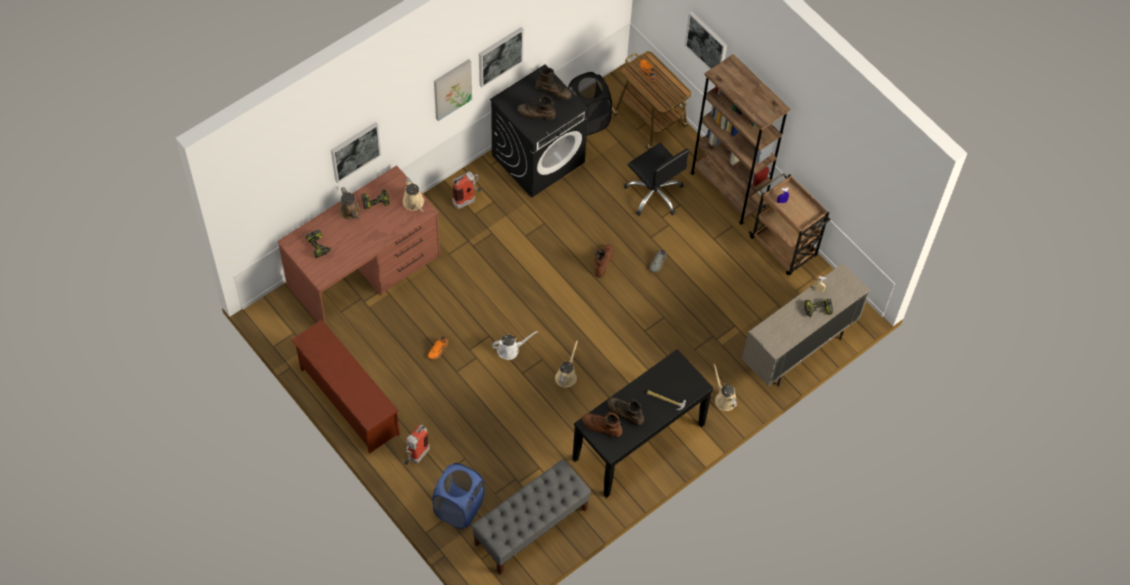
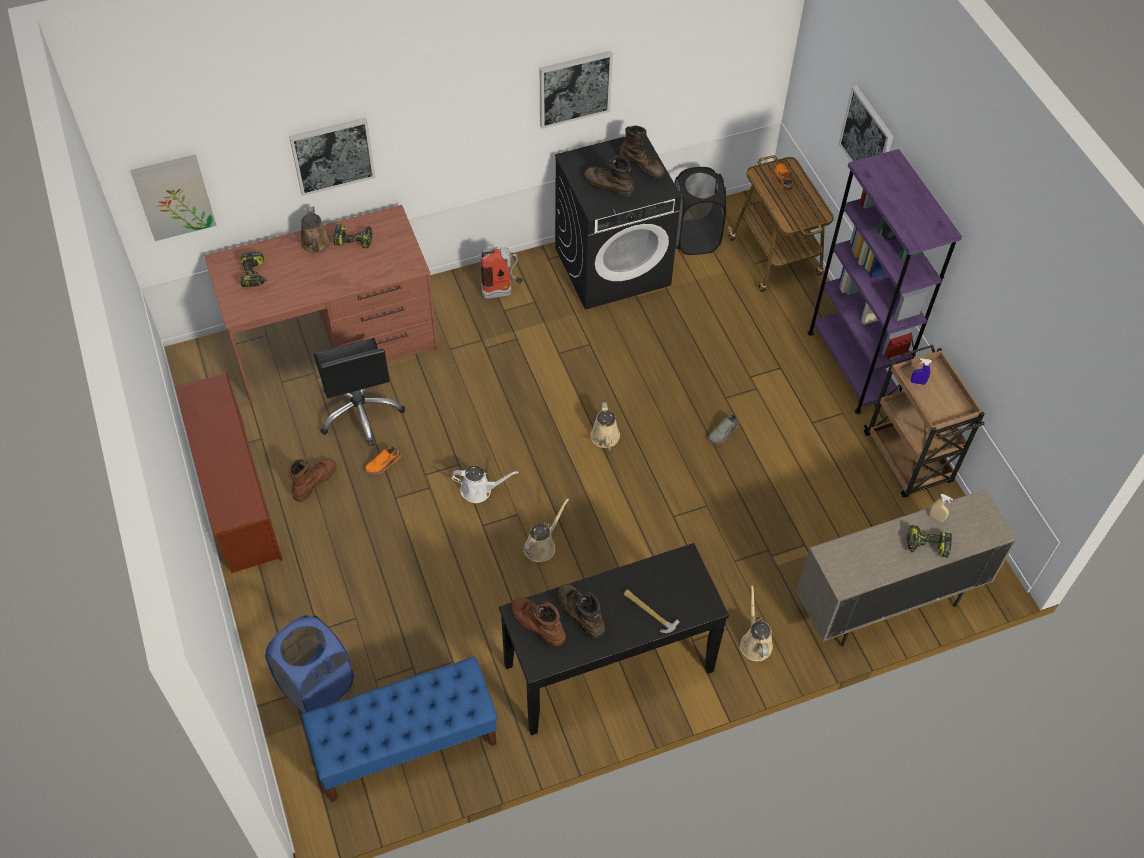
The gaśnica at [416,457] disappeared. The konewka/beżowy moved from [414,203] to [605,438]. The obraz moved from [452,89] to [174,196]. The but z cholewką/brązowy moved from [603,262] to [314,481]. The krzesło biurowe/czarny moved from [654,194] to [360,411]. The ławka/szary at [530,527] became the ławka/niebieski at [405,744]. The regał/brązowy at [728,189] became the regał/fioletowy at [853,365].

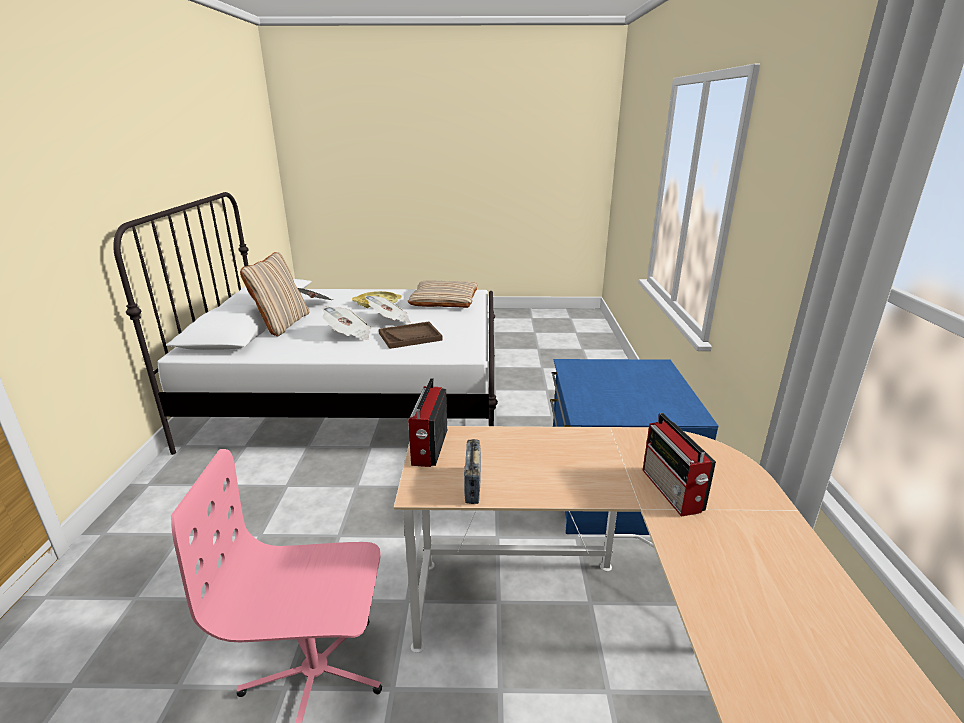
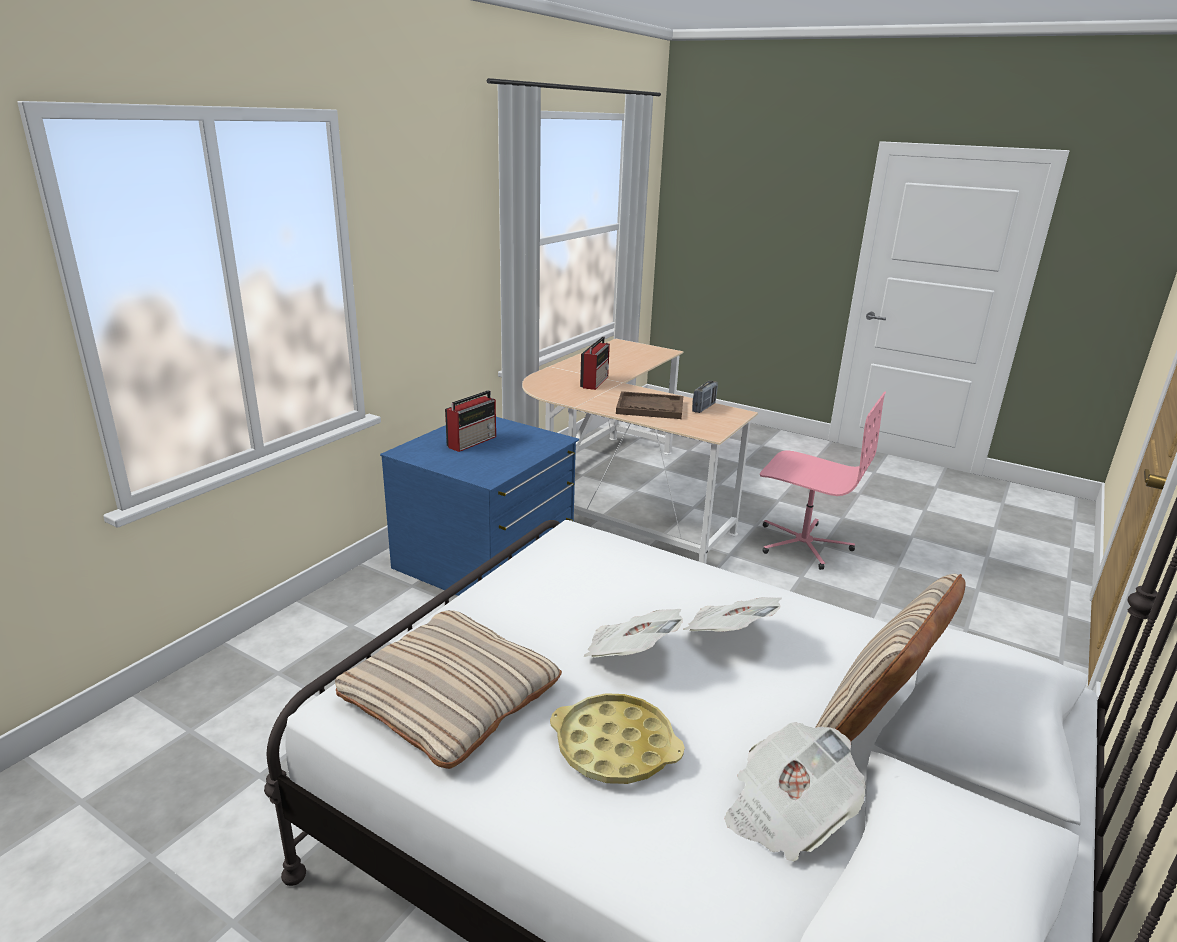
The taca/brązowy moved from [410,336] to [649,407]. The radio moved from [429,448] to [473,441].

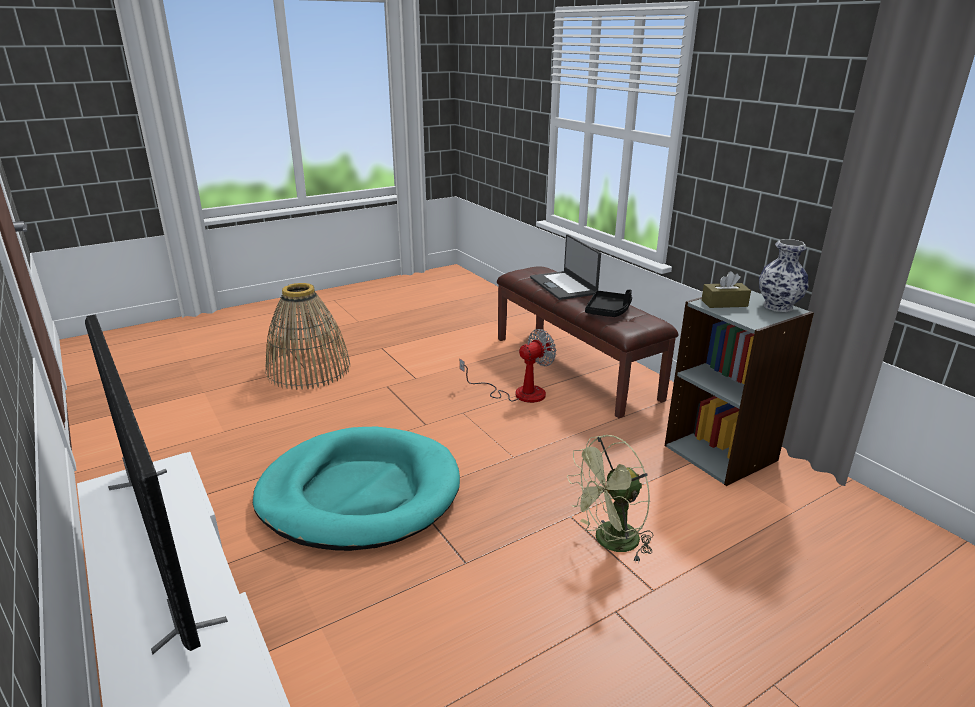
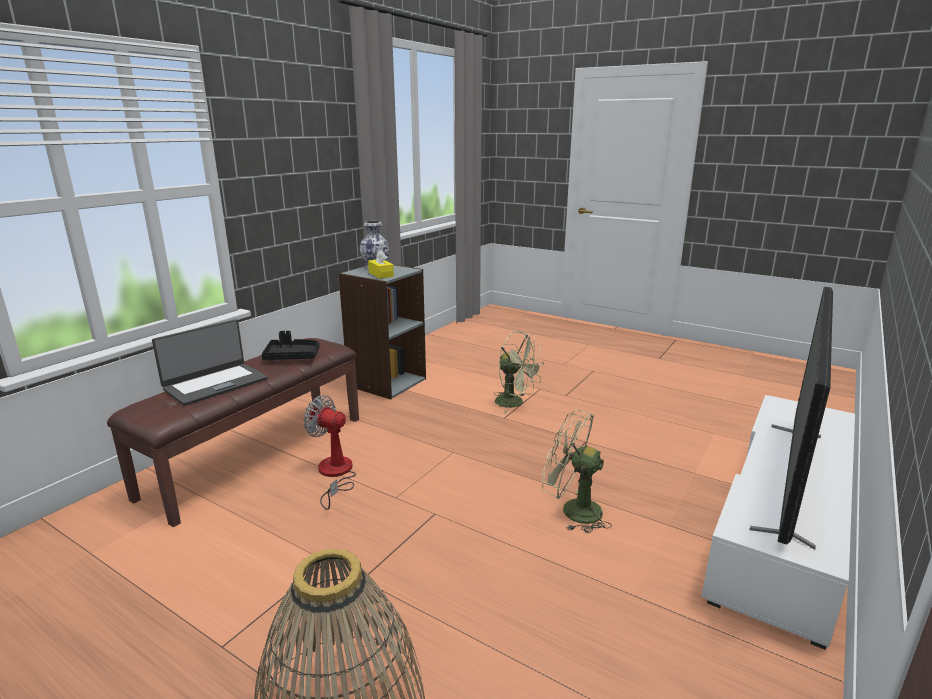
The legowisko/turkusowy at [359,493] was replaced by the wentylator/zielony at [572,510]. The pudełko chusteczek/brązowy at [724,303] became the pudełko chusteczek/żółty at [381,274].

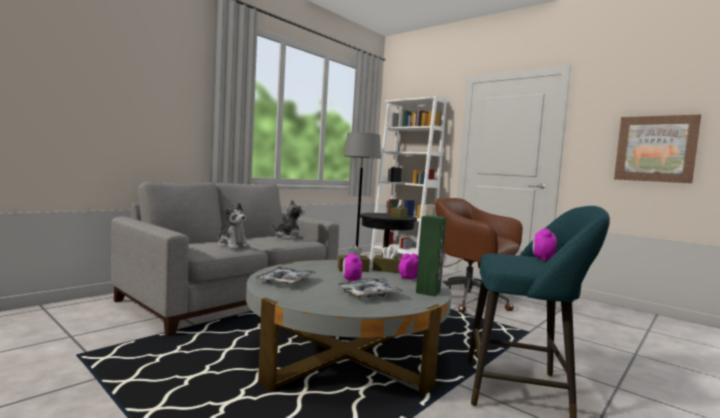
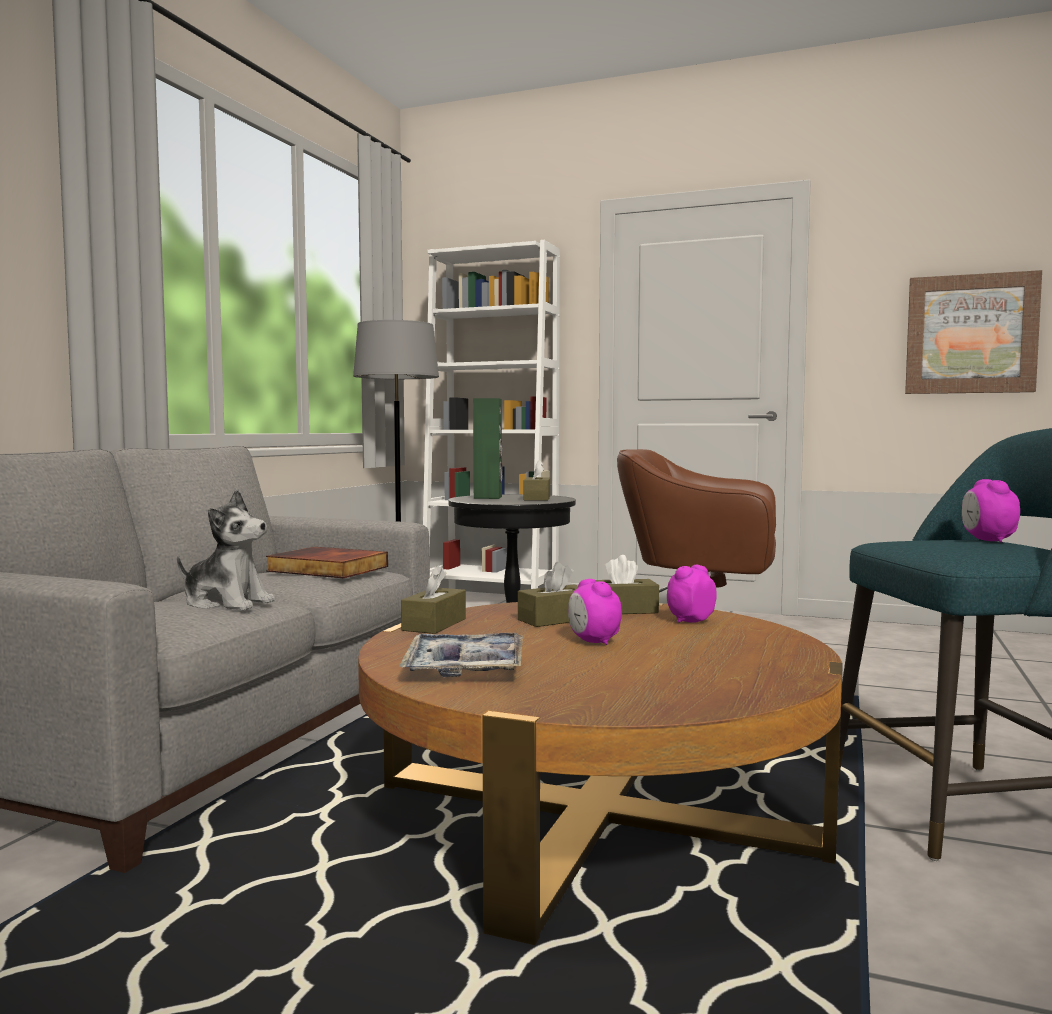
The taca at [368,294] disappeared. The pudełko chusteczek/brązowy at [434,624] appeared. The głośnik/zielony moved from [428,292] to [488,497]. The pluszak at [288,237] was replaced by the książka at [326,569]. The ława/szary at [345,354] became the ława/brązowy at [594,816].

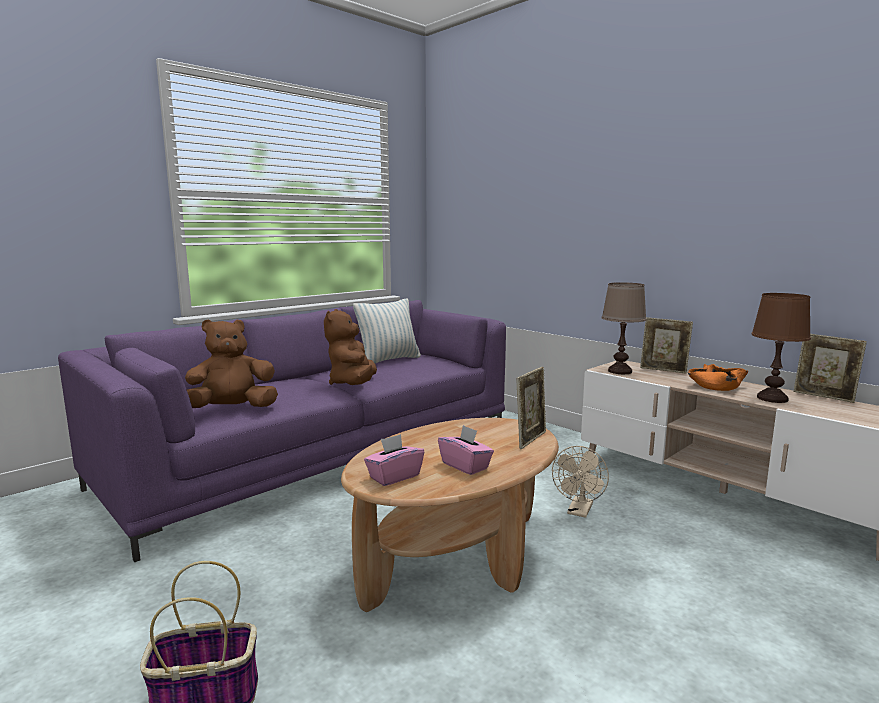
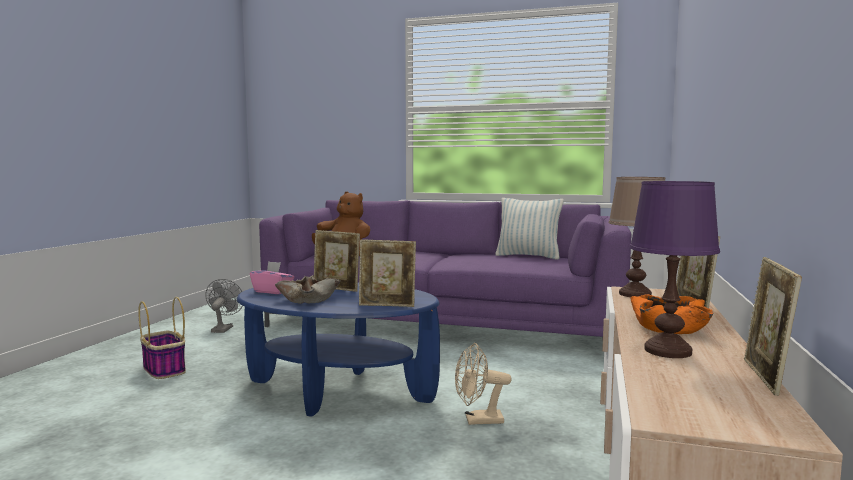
The pluszak/brązowy at [353,384] disappeared. The wentylator/szary at [223,328] appeared. The ramka na zdjęcie at [336,289] appeared. The pudełko chusteczek/różowy at [465,466] was replaced by the miska/beżowy at [308,299]. The ława/brązowy at [456,559] became the ława/niebieski at [338,391]. The lampa stołowa/brązowy at [772,399] became the lampa stołowa/fioletowy at [667,351].

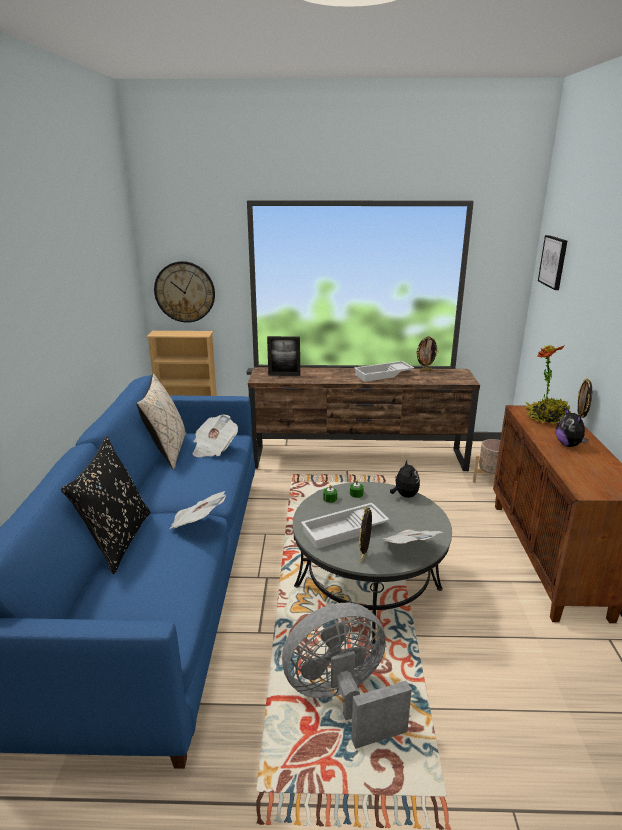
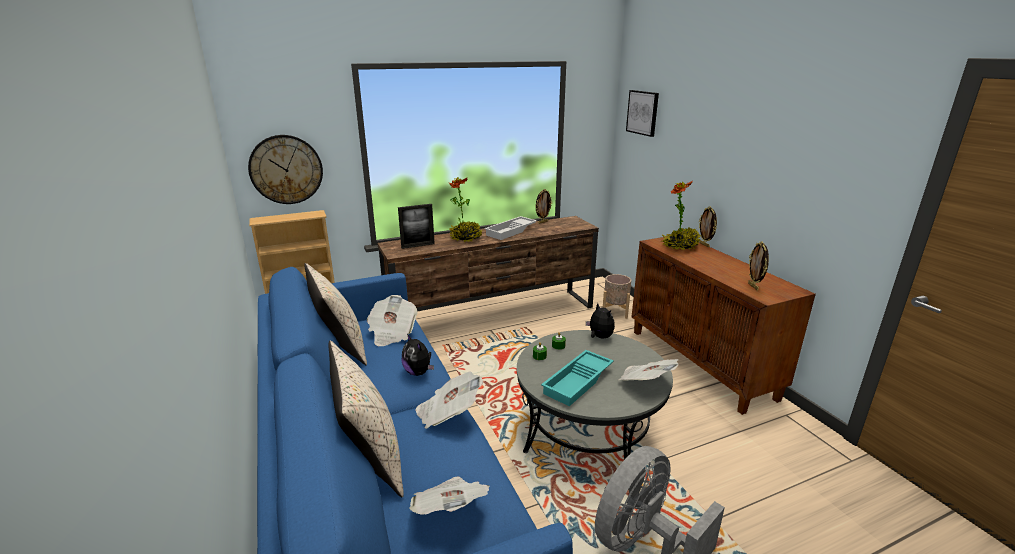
The gazeta at [450,510] appeared. The roślina doniczkowa at [465,238] appeared. The ramka na zdjęcie moved from [364,557] to [753,287]. The pluszak moved from [569,445] to [418,372]. The poduszka/czarny at [117,541] became the poduszka/beżowy at [371,459]. The taca/biały at [344,530] became the taca/turkusowy at [578,382].

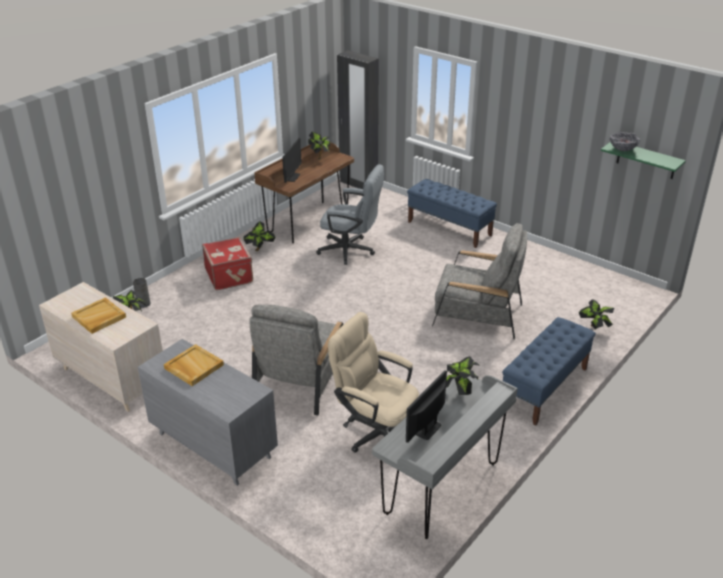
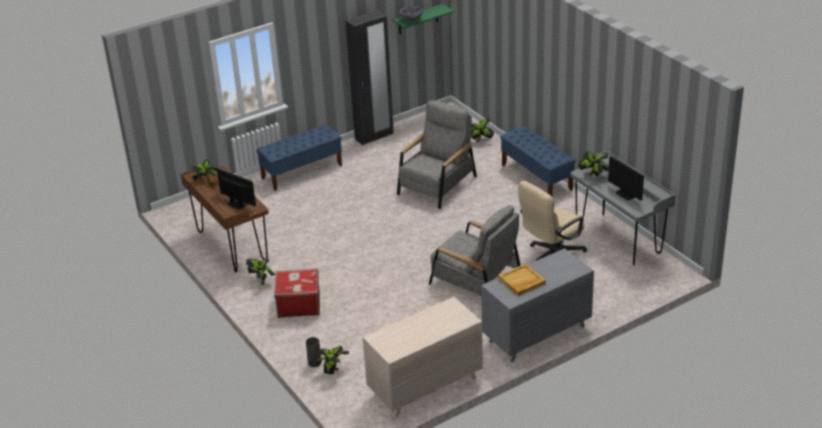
The taca/beżowy at [99,317] disappeared. The krzesło biurowe/szary at [351,251] disappeared. The szafa/czarny moved from [358,184] to [374,136].

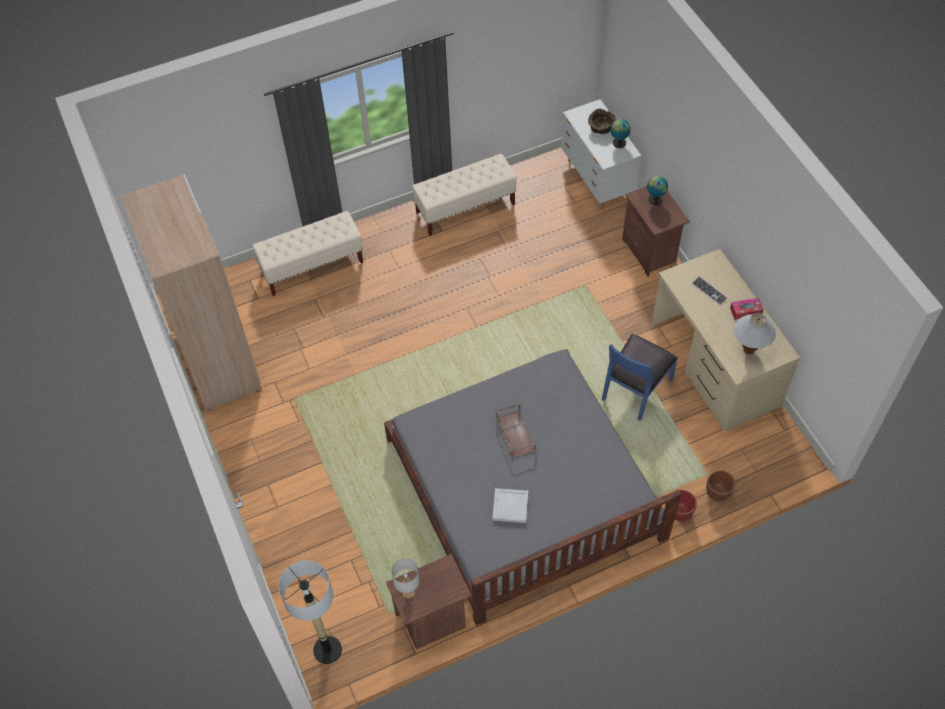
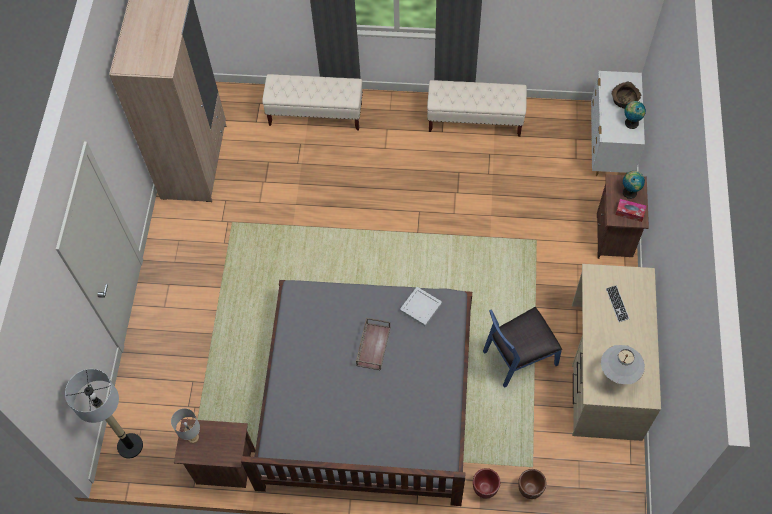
The taca/biały moved from [511,507] to [421,308]. The pudełko chusteczek moved from [745,311] to [630,212].

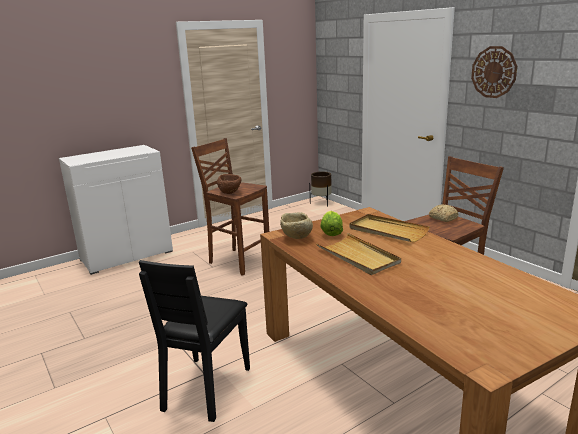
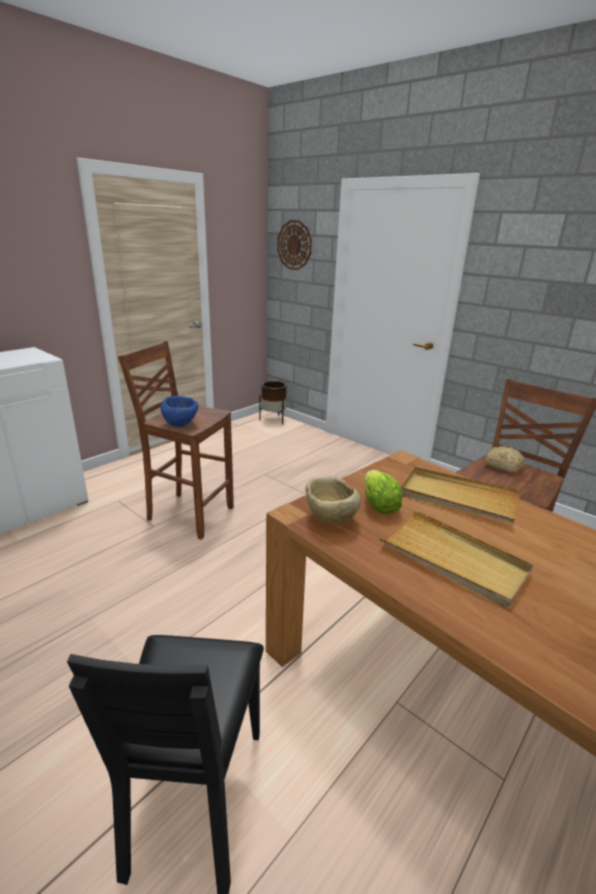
The zegar ścienny moved from [494,72] to [294,245]. The miska/brązowy at [230,192] became the miska/niebieski at [181,424].

